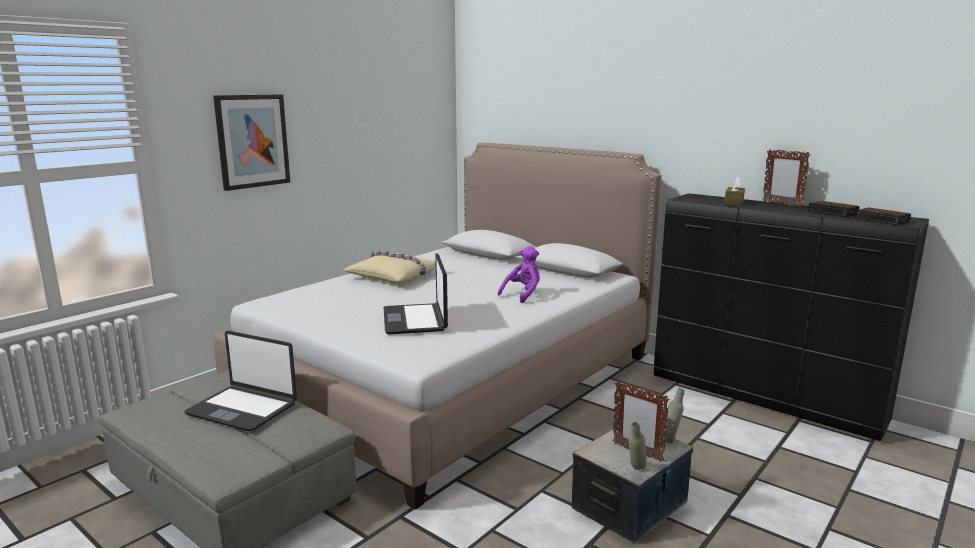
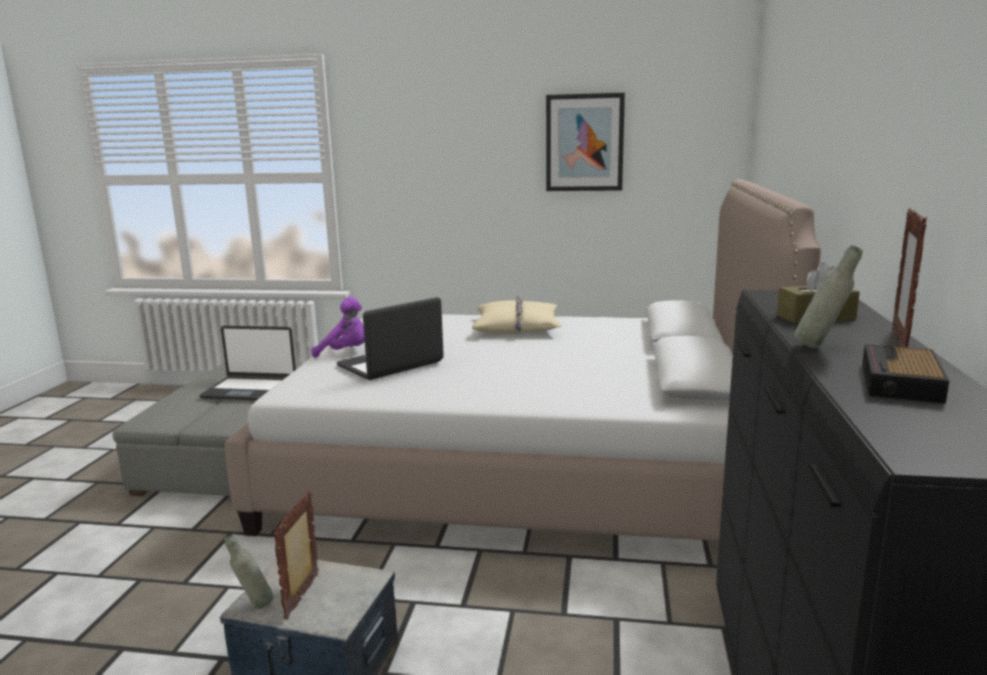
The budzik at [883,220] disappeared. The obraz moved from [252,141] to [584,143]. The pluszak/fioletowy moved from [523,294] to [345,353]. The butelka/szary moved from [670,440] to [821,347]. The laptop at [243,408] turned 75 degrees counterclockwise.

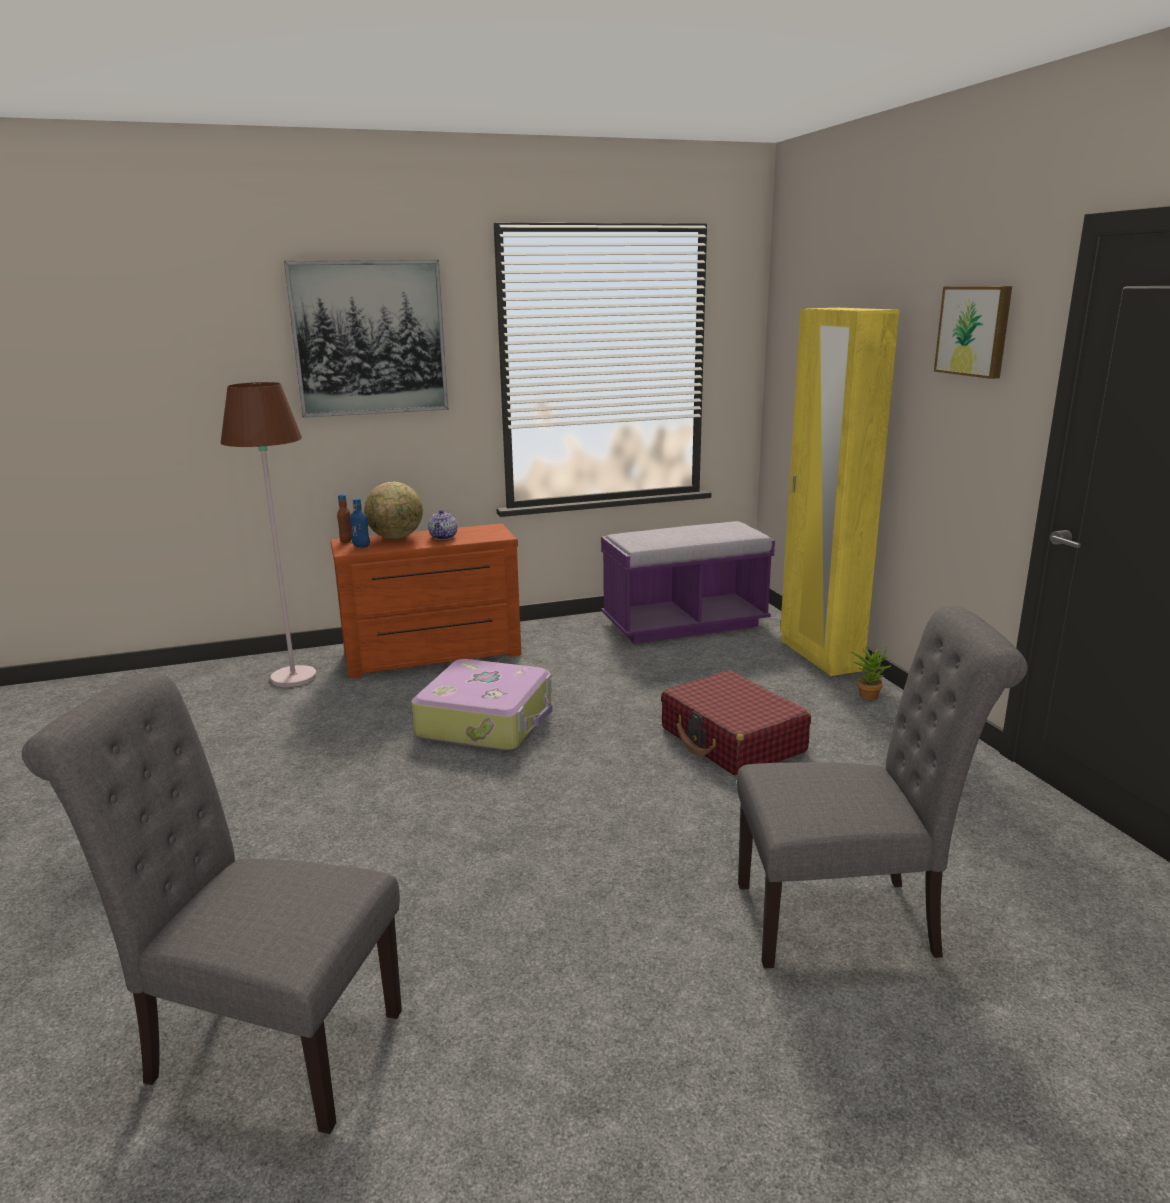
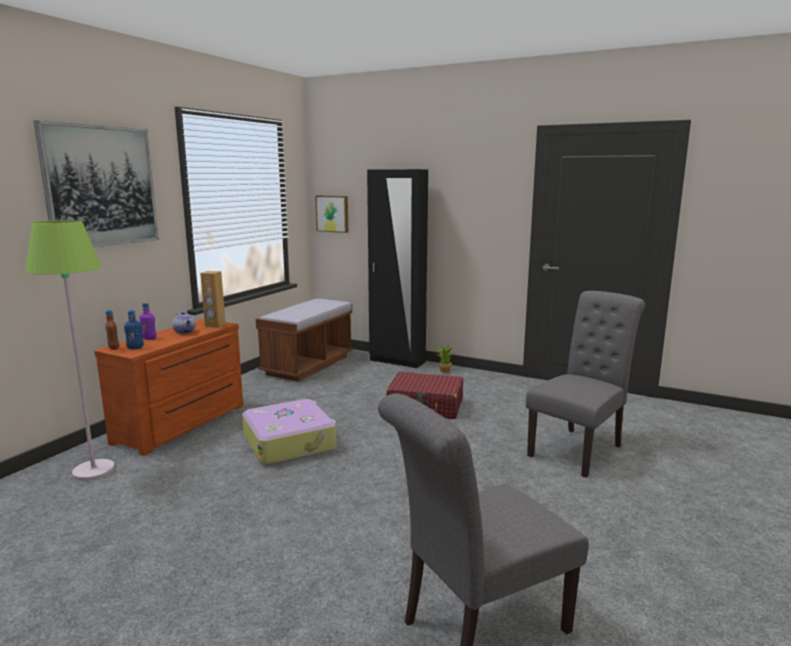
The głośnik/brązowy at [215,325] appeared. The obraz moved from [975,331] to [333,213]. The globus at [396,538] was replaced by the butelka/fioletowy at [149,339]. The lampa stojąca/brązowy at [293,677] became the lampa stojąca/zielony at [93,471]. The ławka/fioletowy at [684,624] became the ławka/brązowy at [308,365]. The szafa/żółty at [819,655] became the szafa/czarny at [397,361].

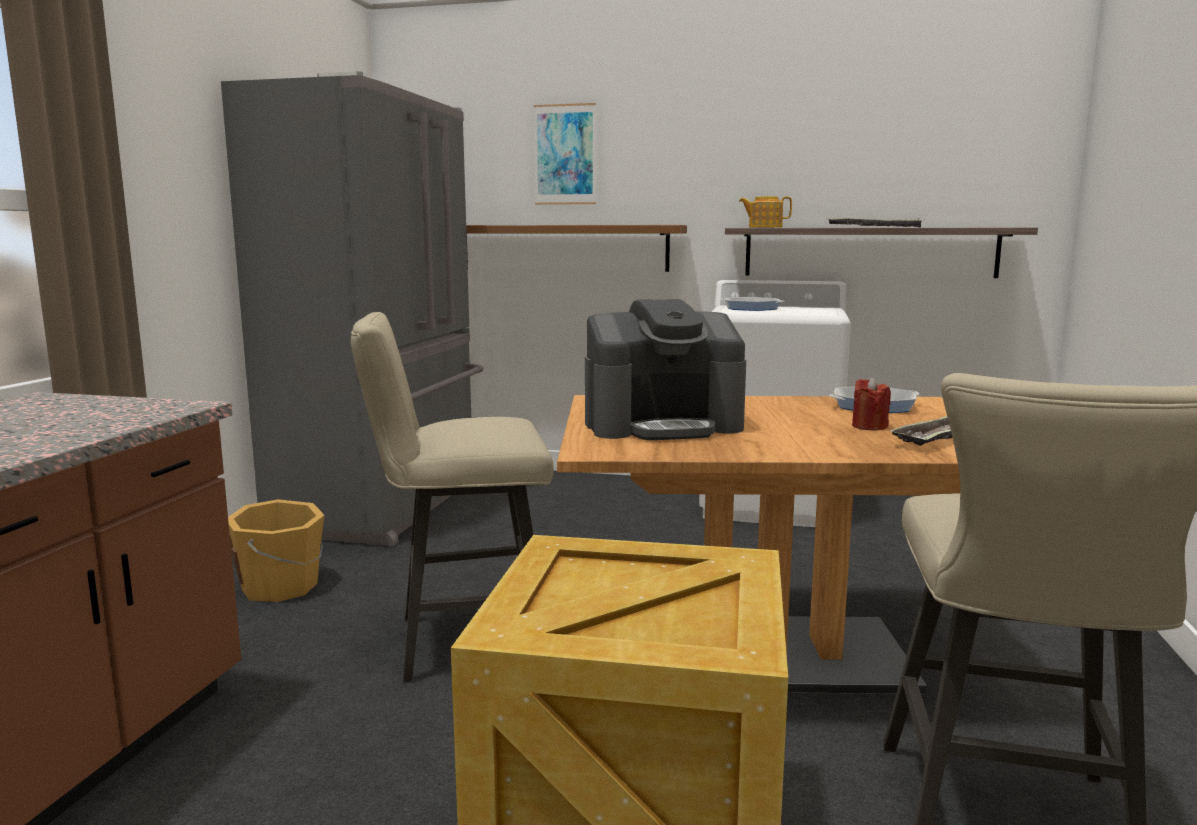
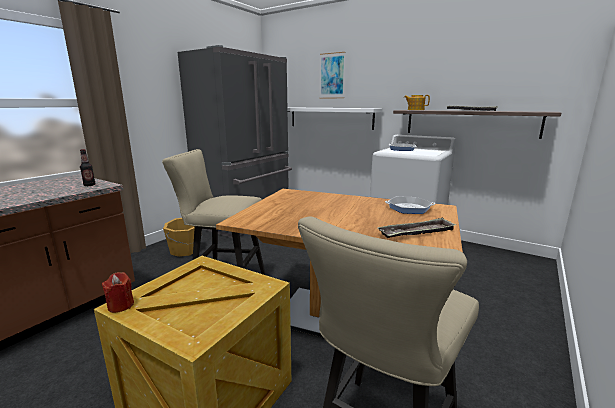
The ekspres do kawy at [663,425] disappeared. The butelka at [89,185] appeared. The świeca/czerwony moved from [869,426] to [121,305]. The półka/brązowy at [563,248] became the półka/biały at [330,117].

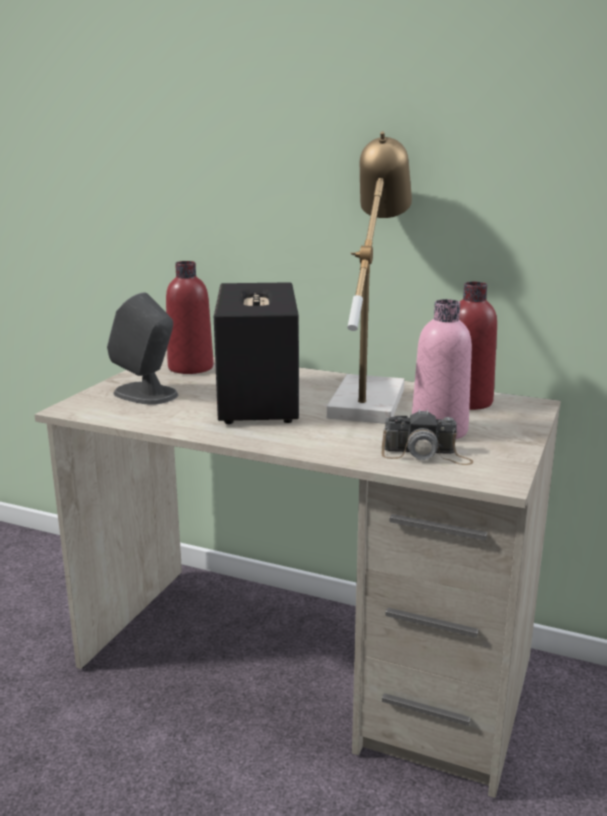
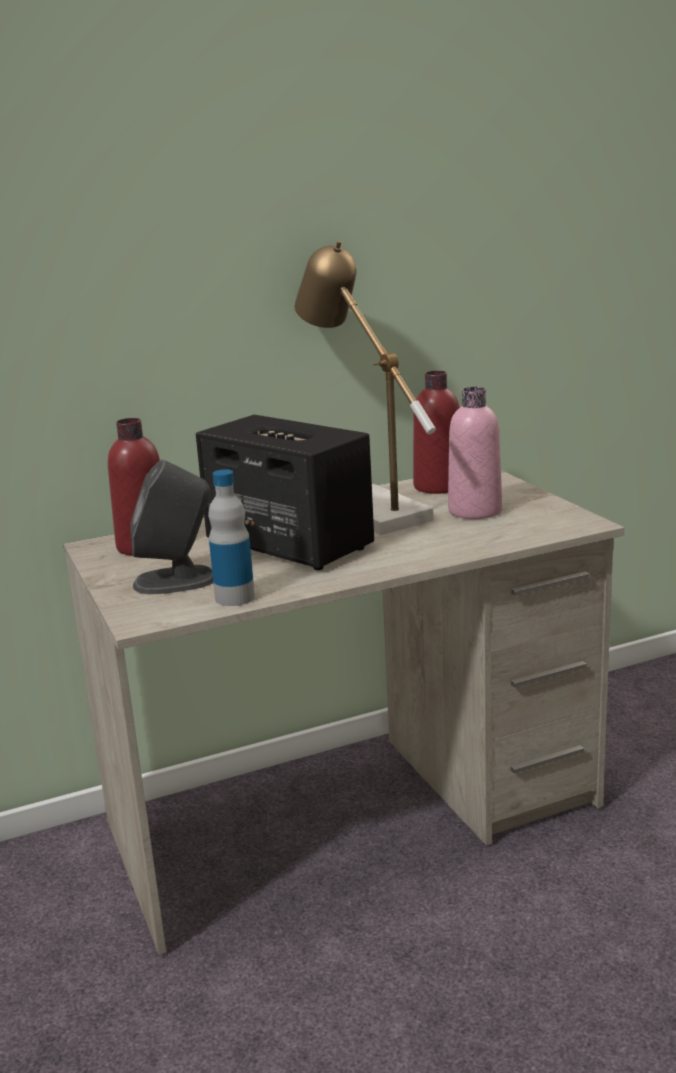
The aparat fotograficzny at [426,455] disappeared. The butelka at [235,597] appeared.

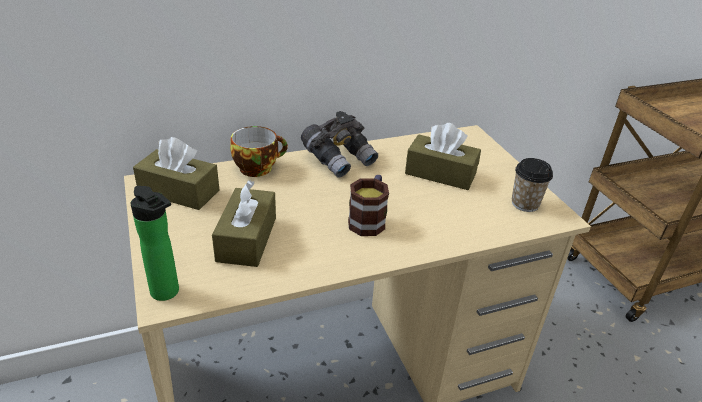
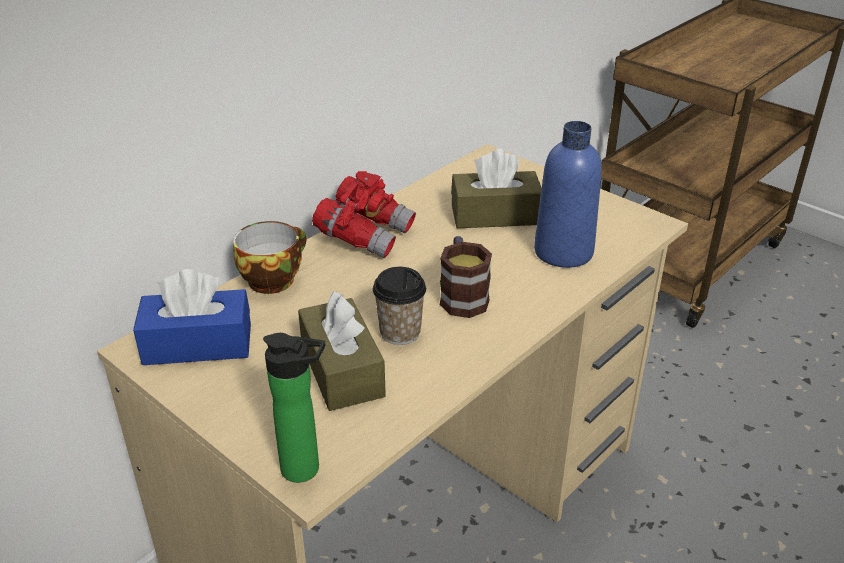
The butelka/niebieski at [563,252] appeared. The filiżanka moved from [525,204] to [400,332]. The pudełko chusteczek/brązowy at [179,191] became the pudełko chusteczek/niebieski at [198,344]. The lornetka/szary at [339,159] became the lornetka/czerwony at [365,235].

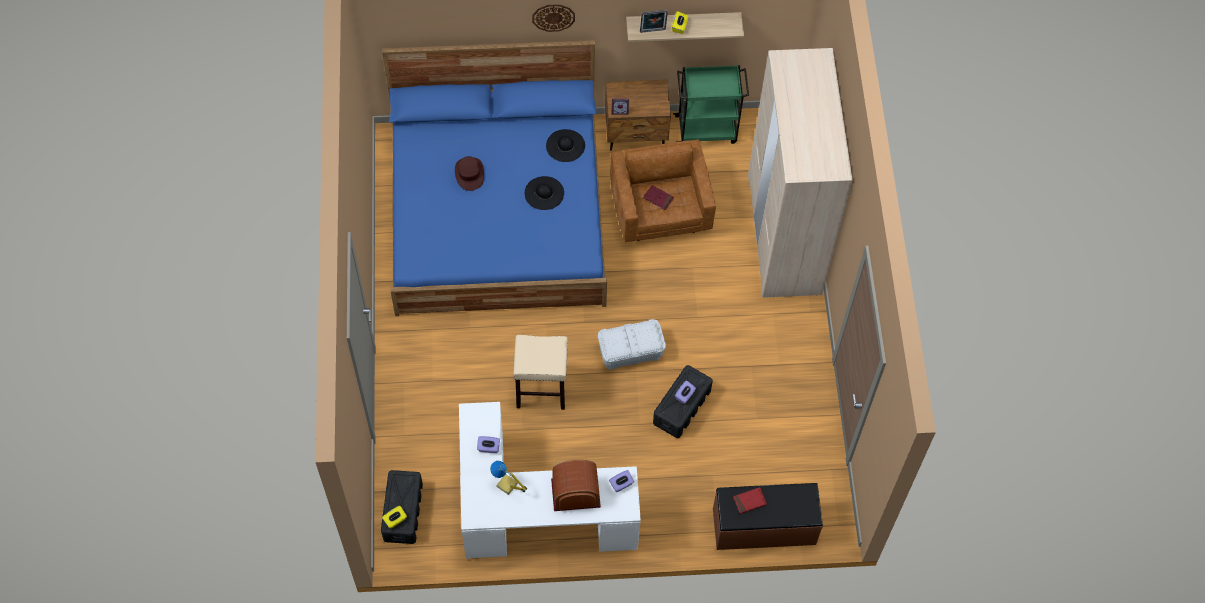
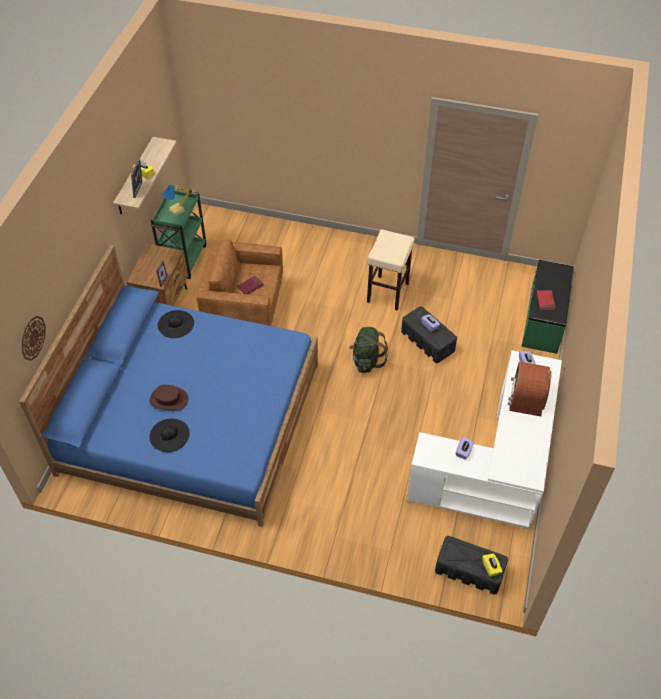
The szafa/beżowy at [784,233] disappeared. The lampa stołowa moved from [506,485] to [177,210]. The stołek/beżowy moved from [542,390] to [388,292]. The kapelusz/czarny moved from [544,193] to [169,435]. The zegar ścienny moved from [553,17] to [32,338]. The pojemnik do przechowywania/biały at [630,352] was replaced by the plecak/zielony at [366,360]. The ławka/brązowy at [764,527] became the ławka/zielony at [544,320].

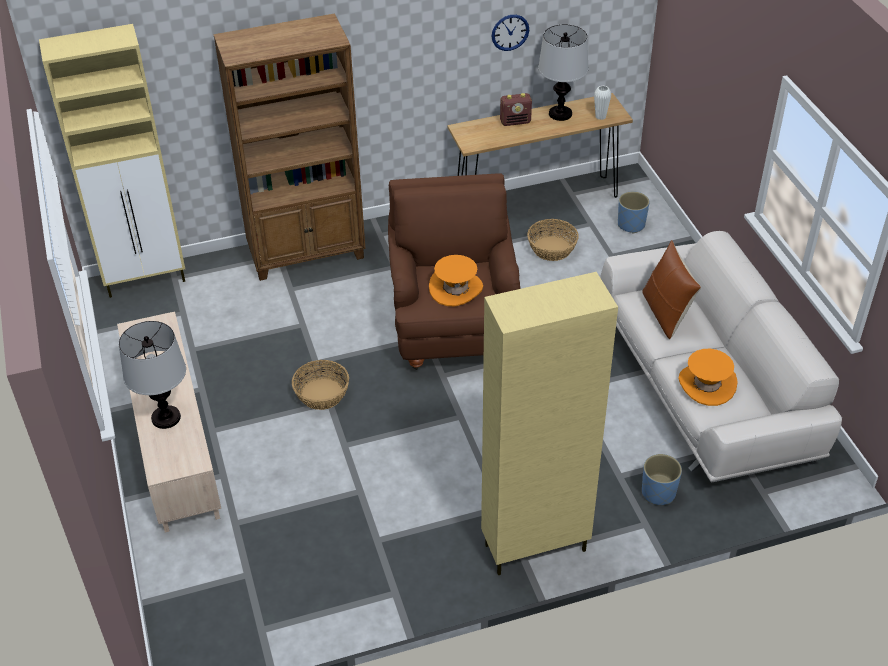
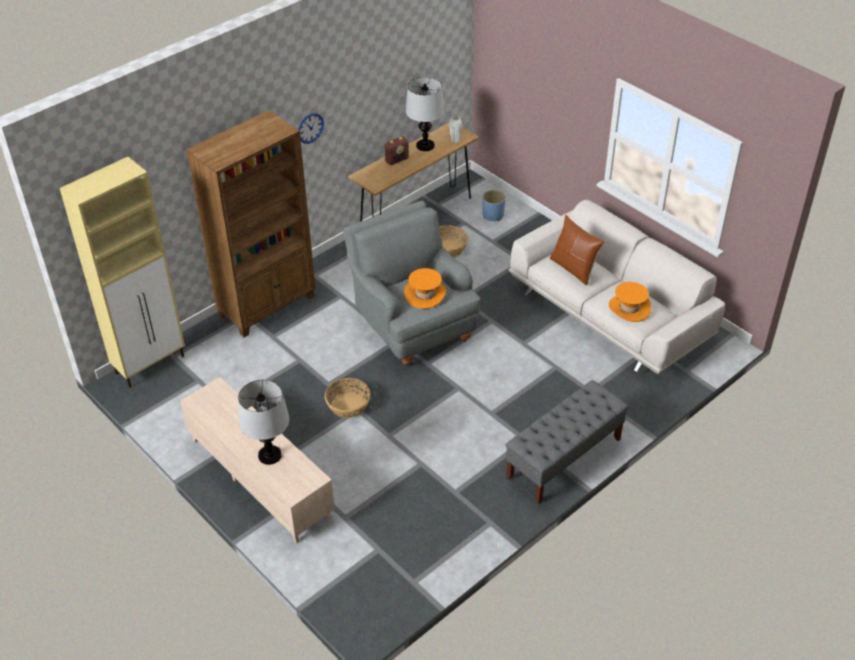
The donica/niebieski at [658,493] disappeared. The zegar ścienny moved from [510,32] to [310,128]. The szafka/beżowy at [533,548] was replaced by the ławka/szary at [563,458]. The fotel/brązowy at [453,325] became the fotel/szary at [413,325].

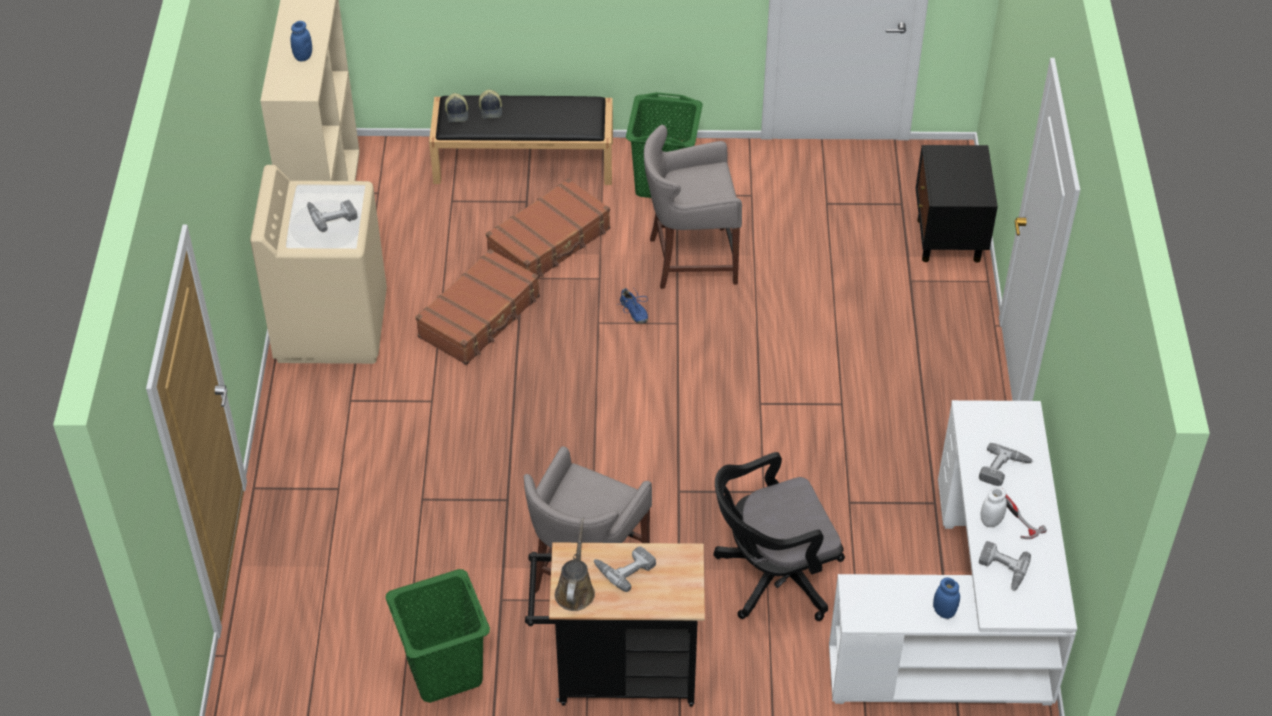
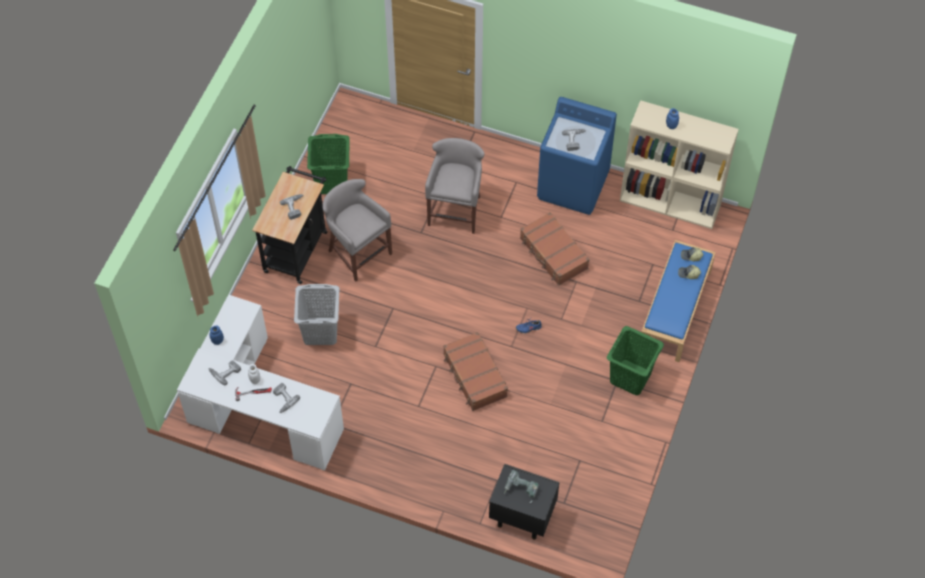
The konewka/brązowy at [575,590] disappeared. The wiertarka at [520,490] appeared. The walizka/brązowy moved from [550,242] to [474,376]. The stołek/szary moved from [689,259] to [456,210]. The krzesło biurowe/czarny at [772,577] was replaced by the kosz na pranie/szary at [321,331]. The pralka/beżowy at [331,326] became the pralka/niebieski at [573,185]. The ławka/czarny at [525,161] became the ławka/niebieski at [675,310].

